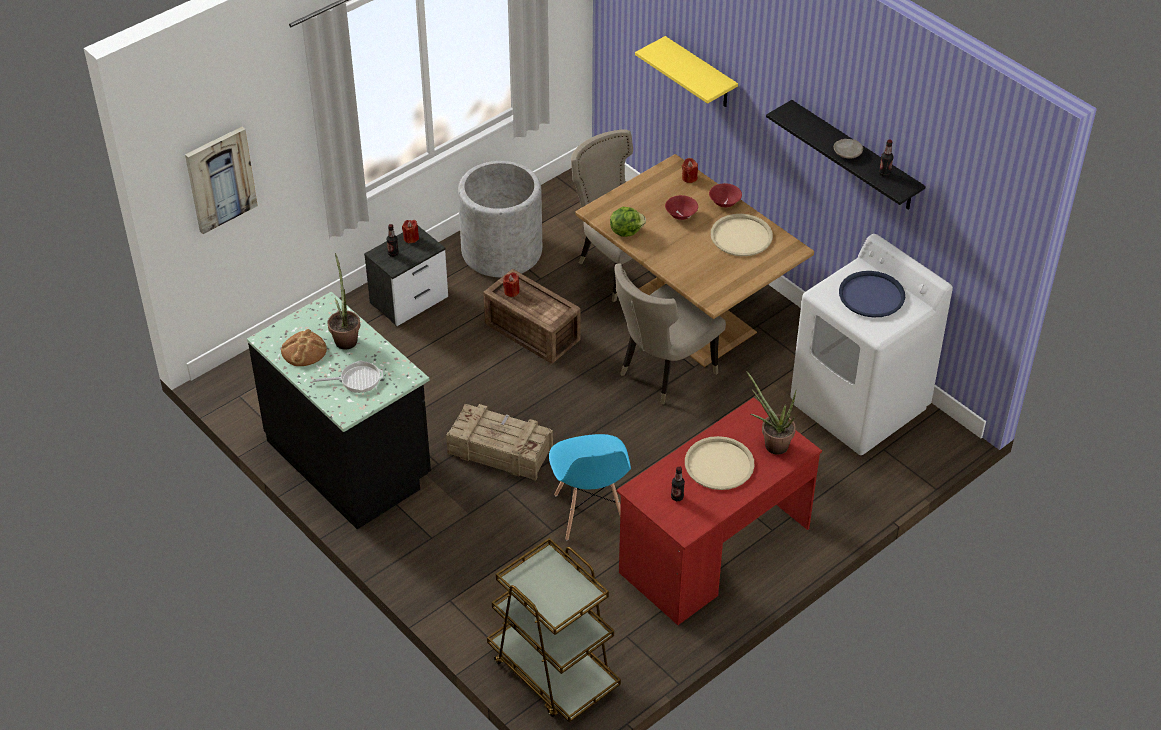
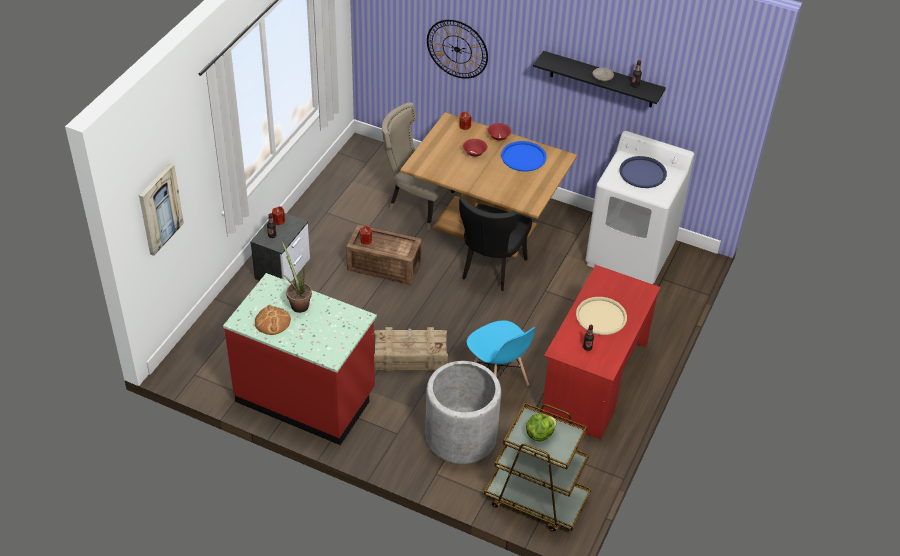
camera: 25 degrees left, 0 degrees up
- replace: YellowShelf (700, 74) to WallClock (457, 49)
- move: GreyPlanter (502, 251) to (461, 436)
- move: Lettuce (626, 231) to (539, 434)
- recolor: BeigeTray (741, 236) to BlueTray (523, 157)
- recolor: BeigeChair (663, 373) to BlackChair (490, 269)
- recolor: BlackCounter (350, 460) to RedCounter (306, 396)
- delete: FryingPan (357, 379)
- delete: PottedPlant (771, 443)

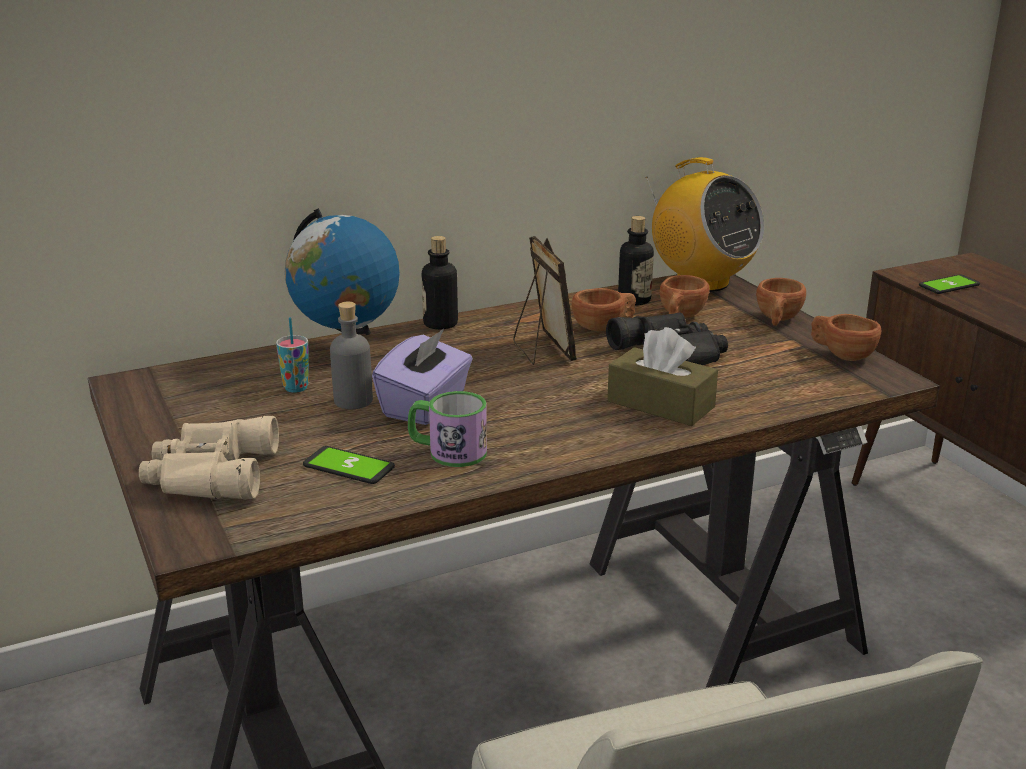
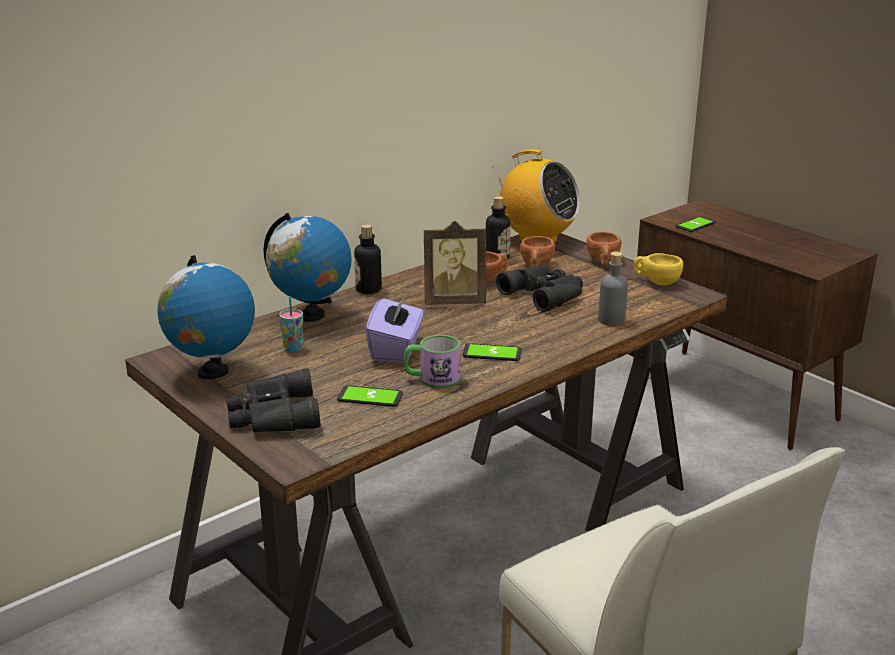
camera: 15 degrees left, 0 degrees up
- rotate: PictureFrame (542, 351) = (454, 301) 120 degrees clockwise
- move: GreyBottle (353, 400) to (611, 320)
- recolor: BrownCup (841, 354) to YellowCup (656, 281)
- delete: BrownTissueBox (660, 404)
- recolor: BeigeBinoculars (208, 474) to BlackBinoculars (272, 415)
- insert: Globe (212, 372)
- insert: Phone (492, 353)

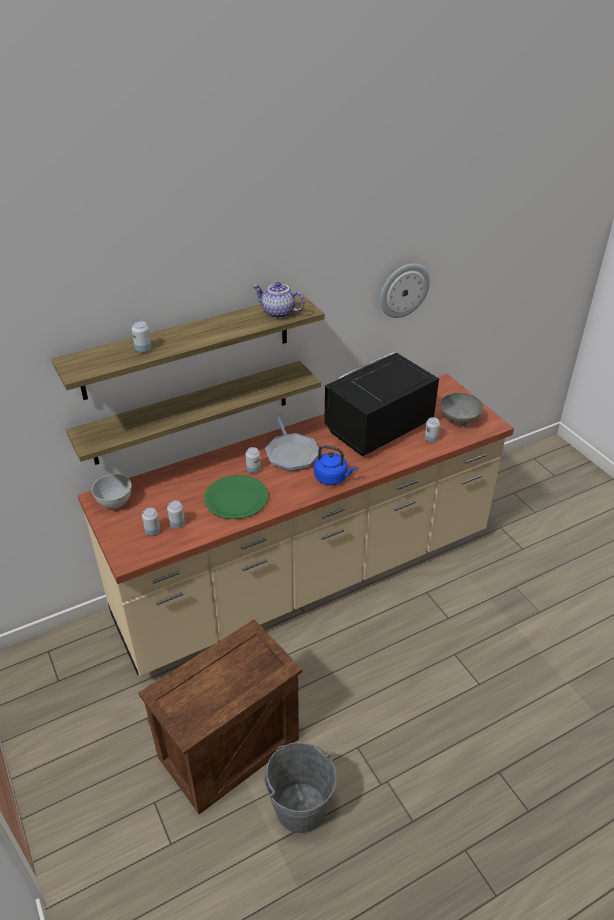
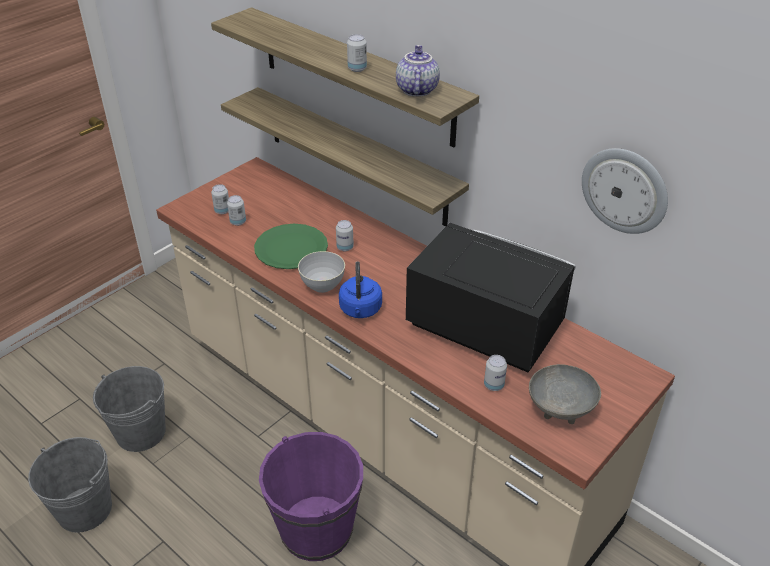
camera: 70 degrees right, 0 degrees up
- move: Can (143, 349) to (357, 69)
- delete: FryingPan (291, 454)
- move: GreyBowl (114, 502) to (322, 285)
- replace: Crate (228, 750) to GreyBucket (140, 432)
- insert: PurpleBucket (316, 529)

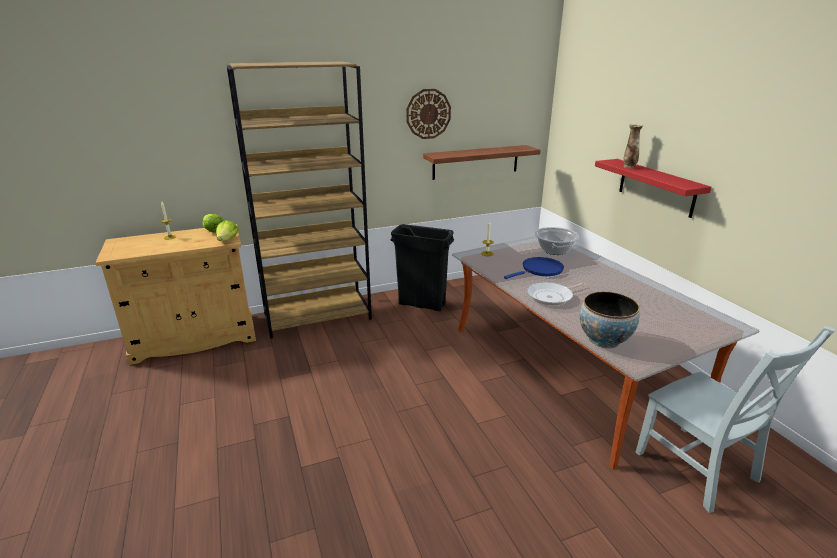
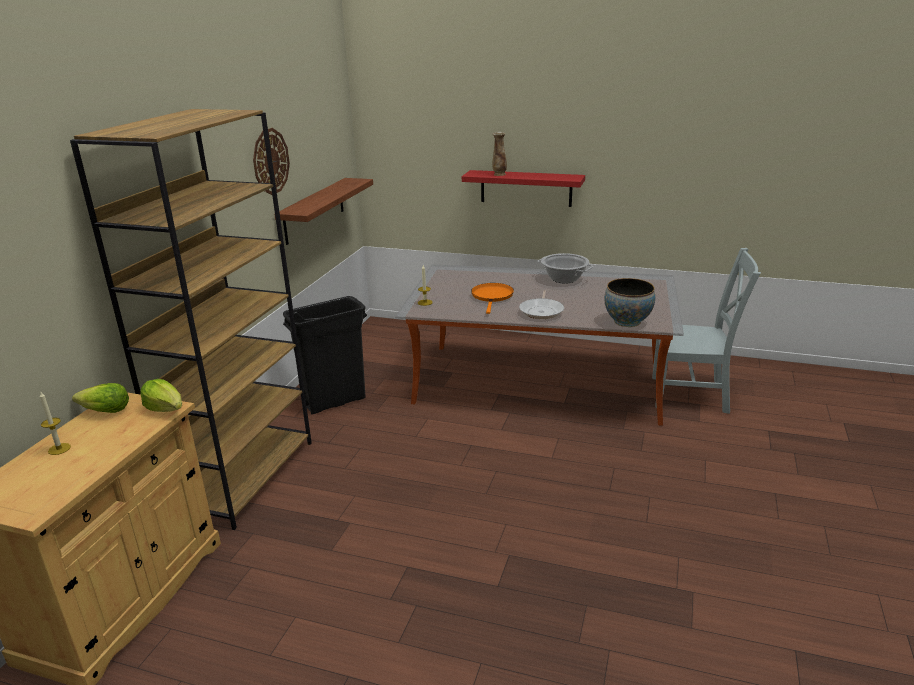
camera: 50 degrees left, 0 degrees up
- move: CookingPot (554, 250) to (564, 279)
- recolor: BlueFryingPan (540, 270) to OrangeFryingPan (492, 296)

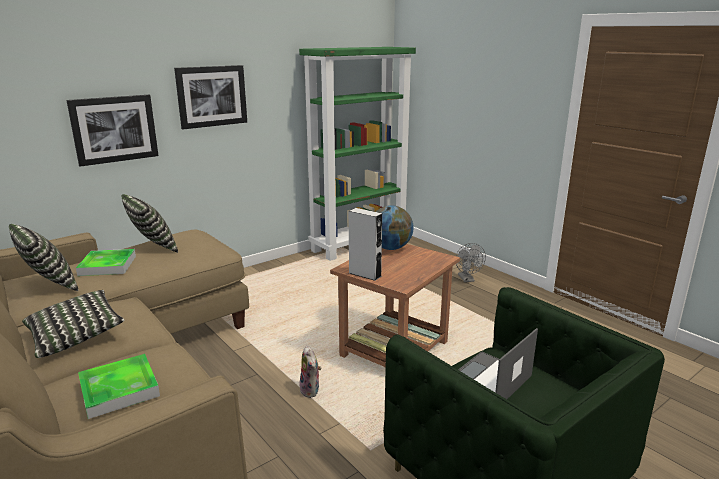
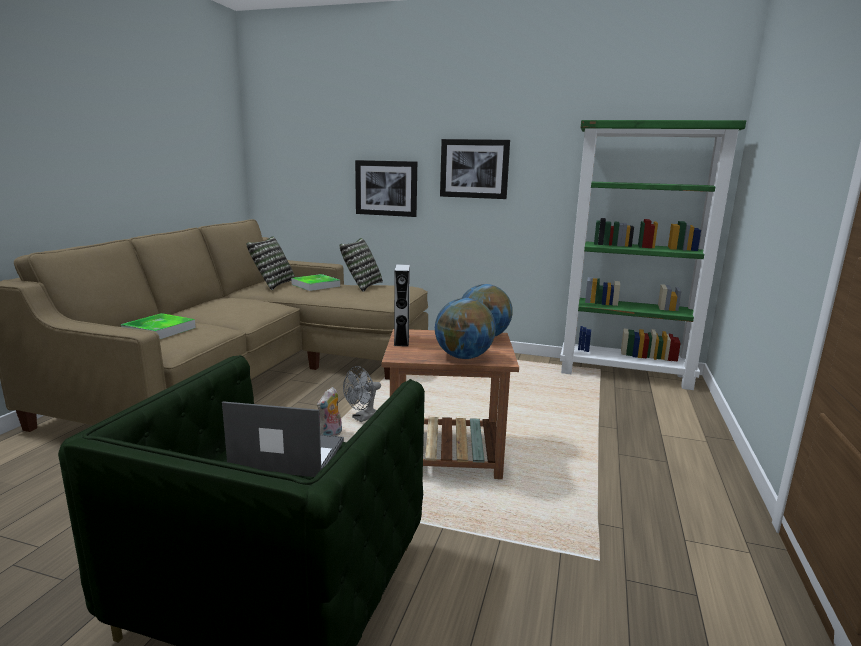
camera: 55 degrees right, 5 degrees down
- move: GreyFan (467, 279) to (363, 418)
- delete: Pillow (76, 336)
- insert: Globe (463, 357)

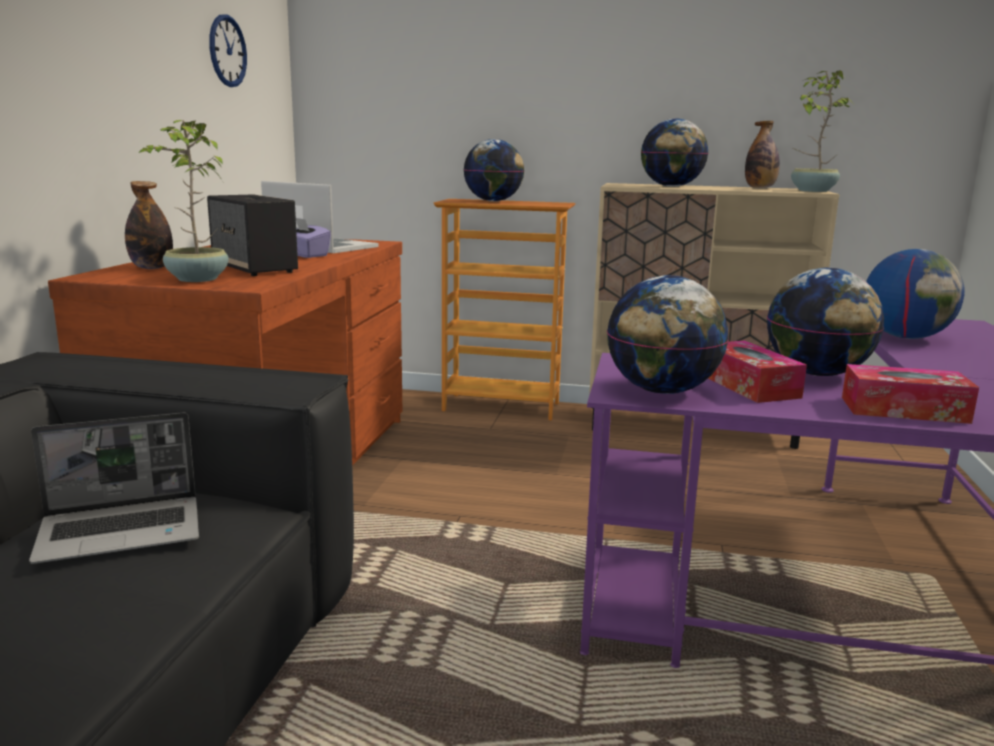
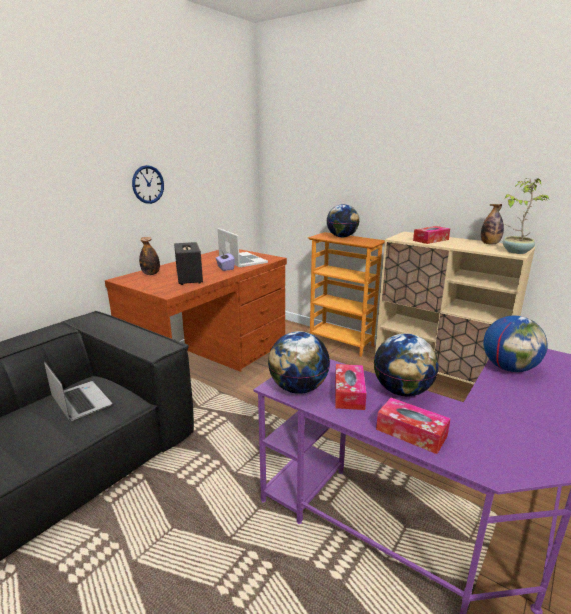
camera: 25 degrees right, 5 degrees up
- move: WallClock (227, 51) to (148, 184)
- replace: Globe (671, 186) to TissueBox (431, 240)
- delete: PottedPlant (196, 279)
- rotate: Laptop (123, 531) = (80, 402) 135 degrees counterclockwise

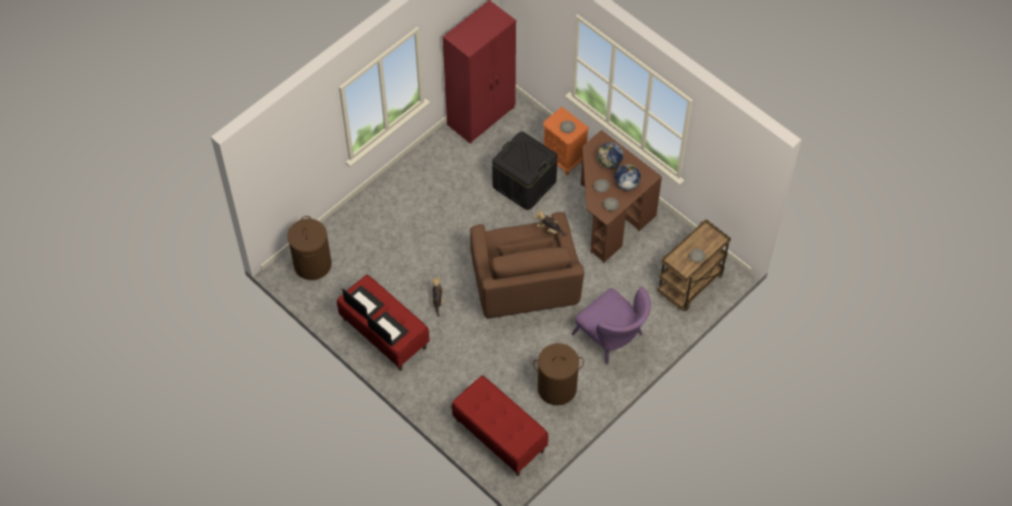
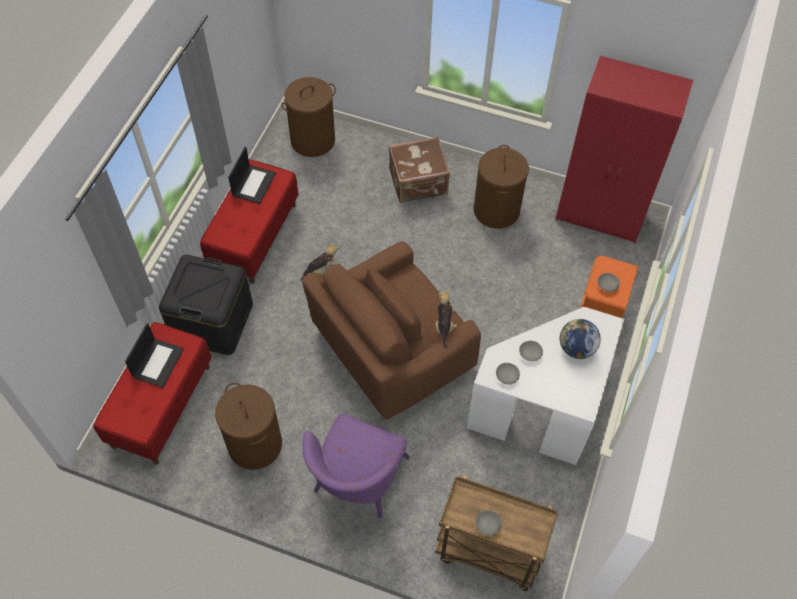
camera: 65 degrees right, 0 degrees up
- recolor: BrownDesk (609, 215) to WhiteDesk (543, 407)
- move: BlackStorageBox (524, 184) to (212, 322)
- delete: Globe (626, 184)
- move: Laptop (387, 329) to (158, 362)
- insert: BrownSuitcase (419, 183)
- insert: BrownLaundryBasket (496, 210)

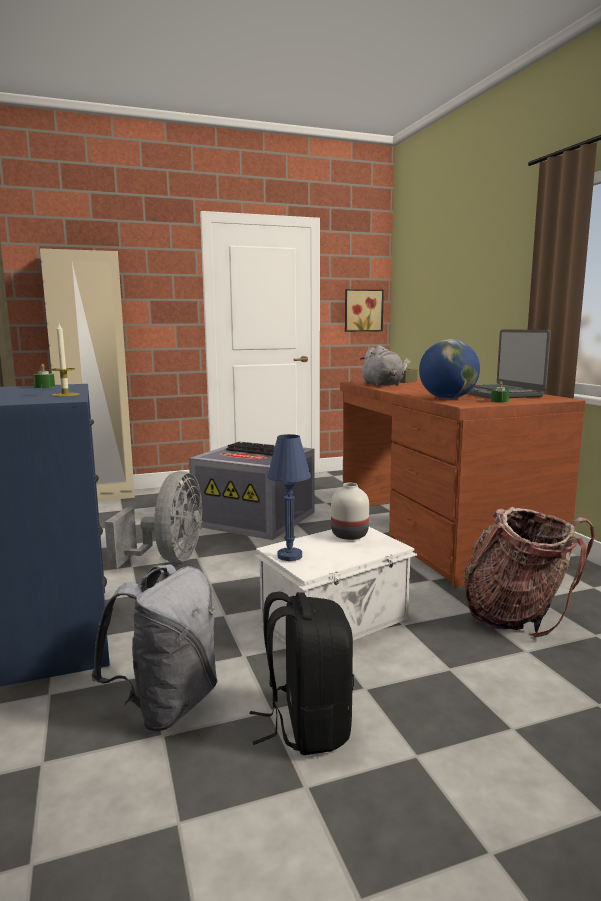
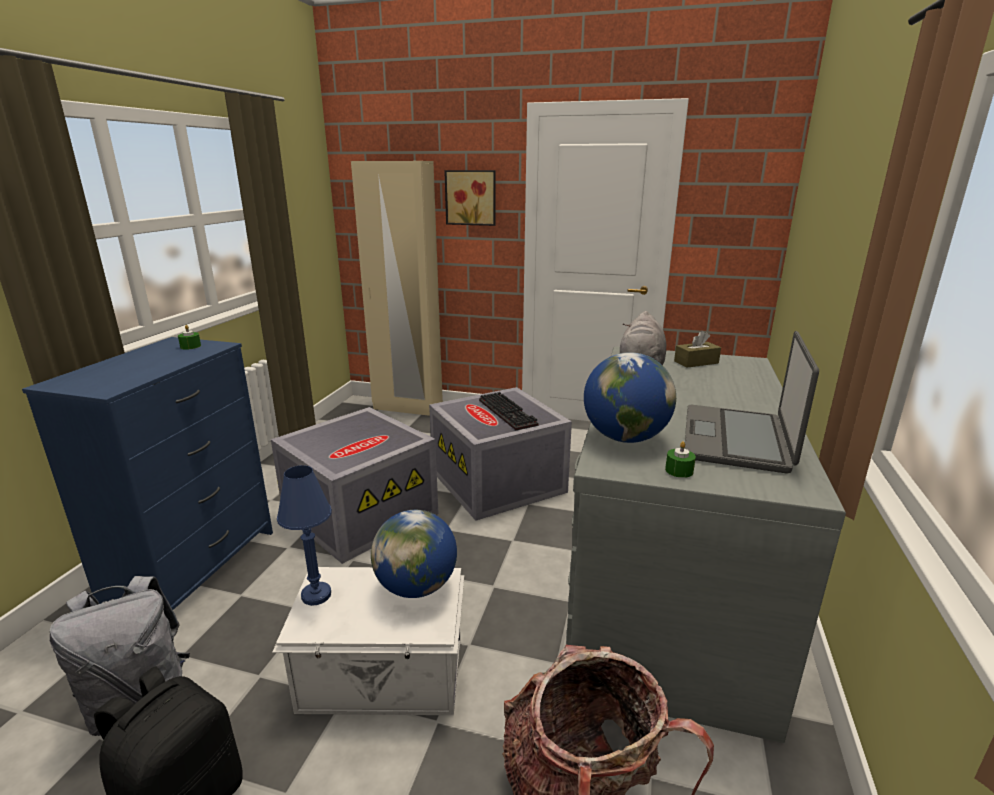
camera: 35 degrees right, 10 degrees up
- move: Picture (362, 310) to (471, 197)
- delete: Candle (65, 395)
- recolor: BrownDesk (438, 534) to GreyDesk (667, 587)
- replace: GreyFan (169, 559) to GreyStorageBox (361, 512)
- replace: WhiteVase (349, 535) to Globe (416, 587)

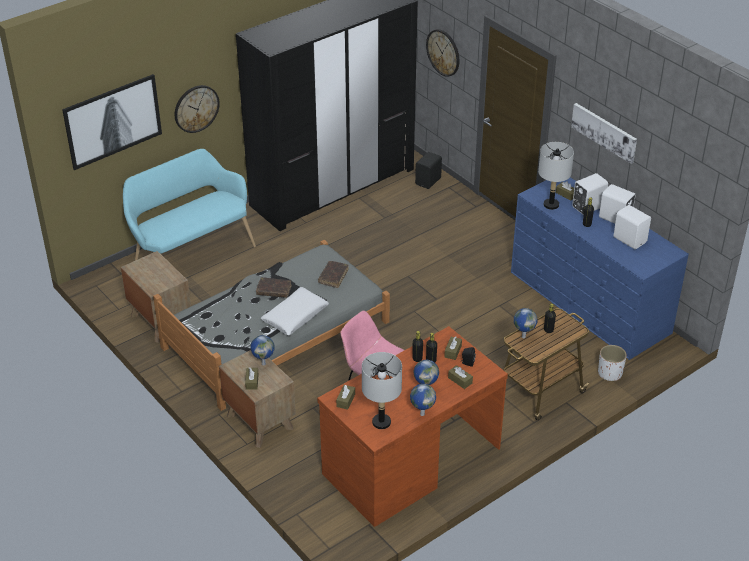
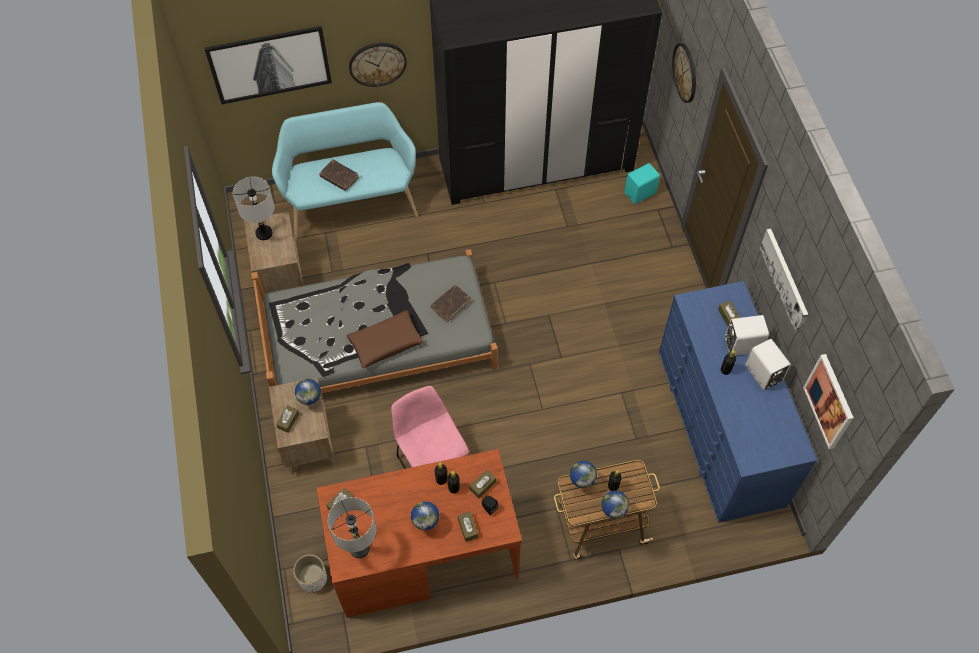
camera: 25 degrees right, 20 degrees up
- move: GreyTableLamp (551, 205) to (264, 233)
- recolor: BlackSpeaker (429, 181) to TurquoiseSpeaker (641, 193)
- delete: WhiteSpeaker (630, 239)
- move: BrownBook (274, 291) to (339, 178)
- recolor: WhitePillow (295, 316) to BrownPillow (385, 342)
- move: WhitePlanter (609, 373) to (312, 579)
- move: Globe (422, 414) to (612, 513)
- insert: Picture (829, 401)

